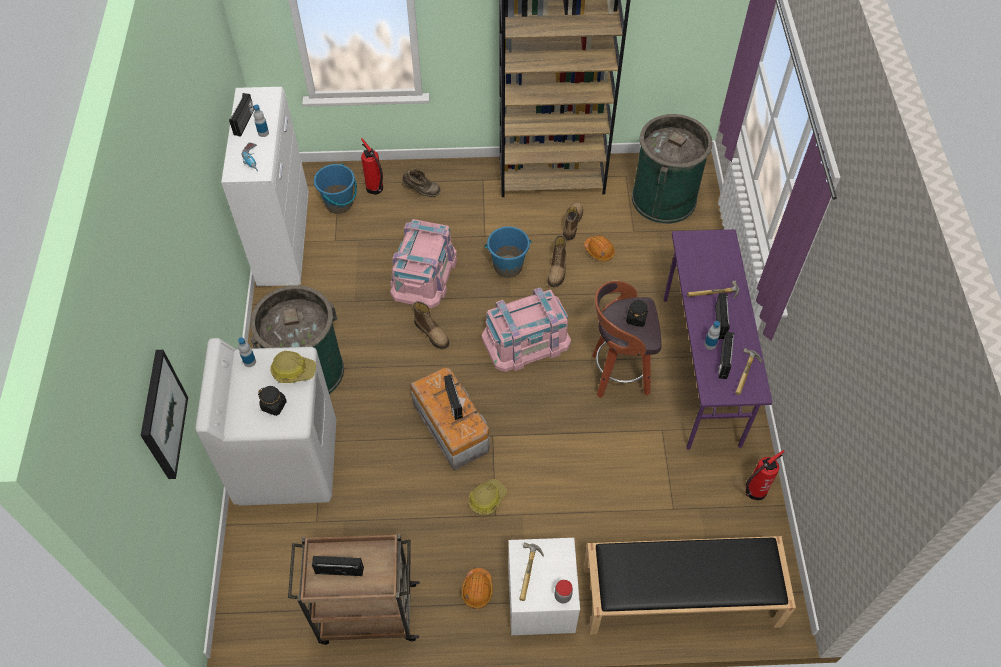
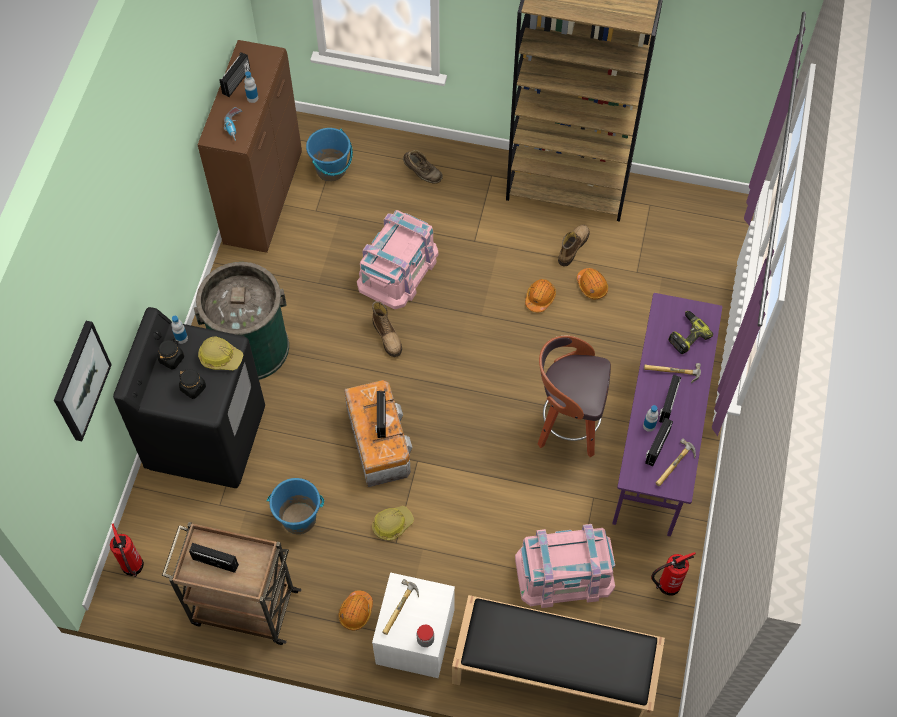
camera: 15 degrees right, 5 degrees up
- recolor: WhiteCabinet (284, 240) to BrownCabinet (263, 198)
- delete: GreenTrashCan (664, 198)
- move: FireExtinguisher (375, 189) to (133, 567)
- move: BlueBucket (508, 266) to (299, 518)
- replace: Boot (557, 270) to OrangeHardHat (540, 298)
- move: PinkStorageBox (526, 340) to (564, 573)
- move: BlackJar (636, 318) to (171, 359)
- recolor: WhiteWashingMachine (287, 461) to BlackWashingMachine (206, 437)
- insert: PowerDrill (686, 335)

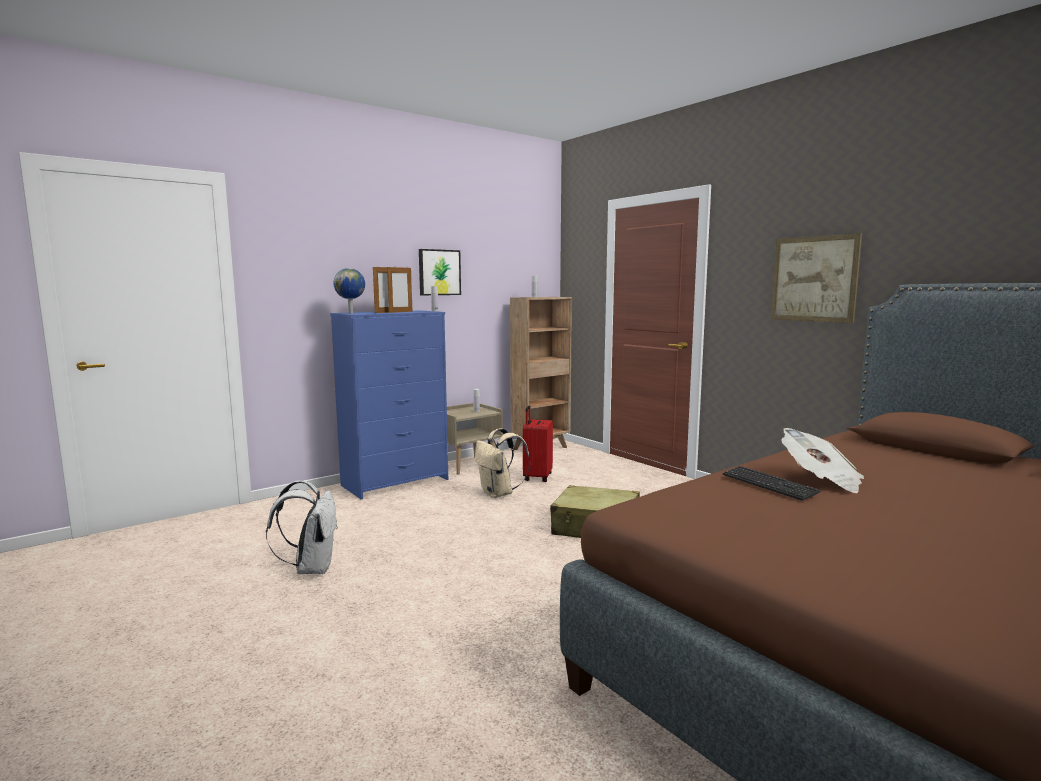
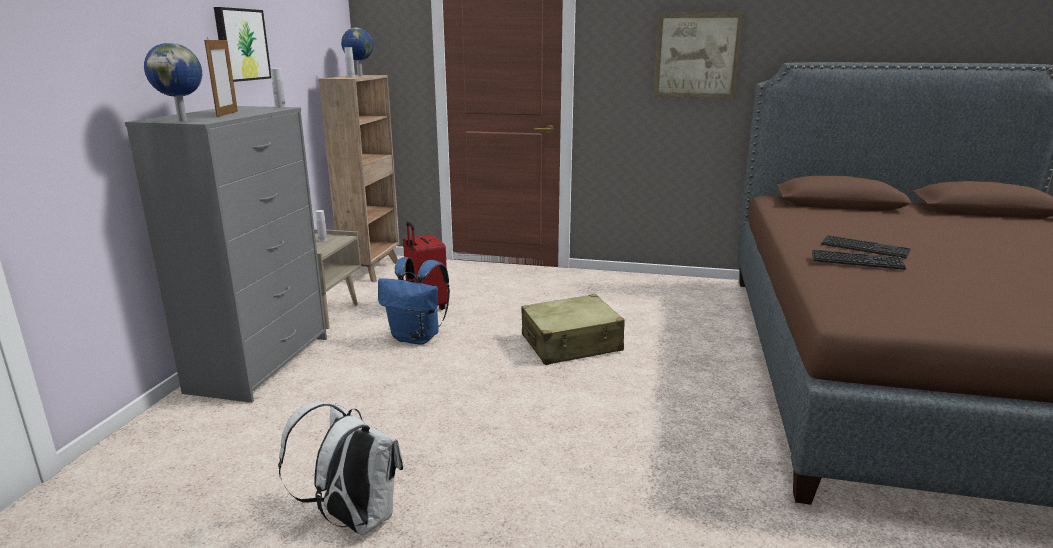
camera: 40 degrees left, 10 degrees up
- delete: PictureFrame (400, 312)
- recolor: BlueDresser (396, 482) to GreyDresser (261, 363)
- recolor: BeigeBackpack (499, 493) to BlueBackpack (417, 338)
- replace: Newspaper (821, 480) to Keyboard (864, 248)
- insert: Globe (359, 75)

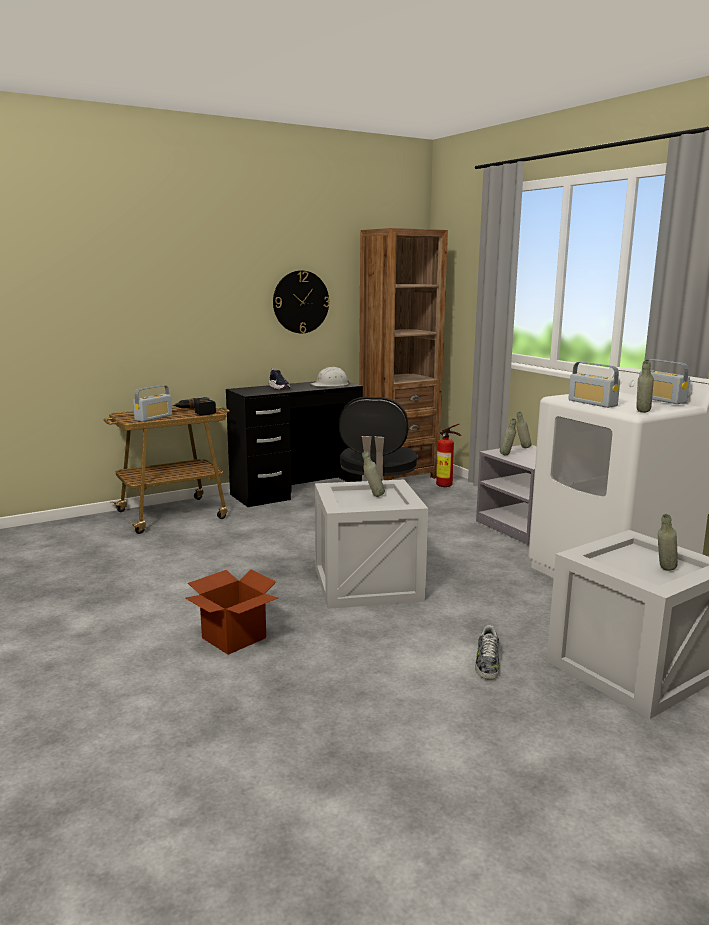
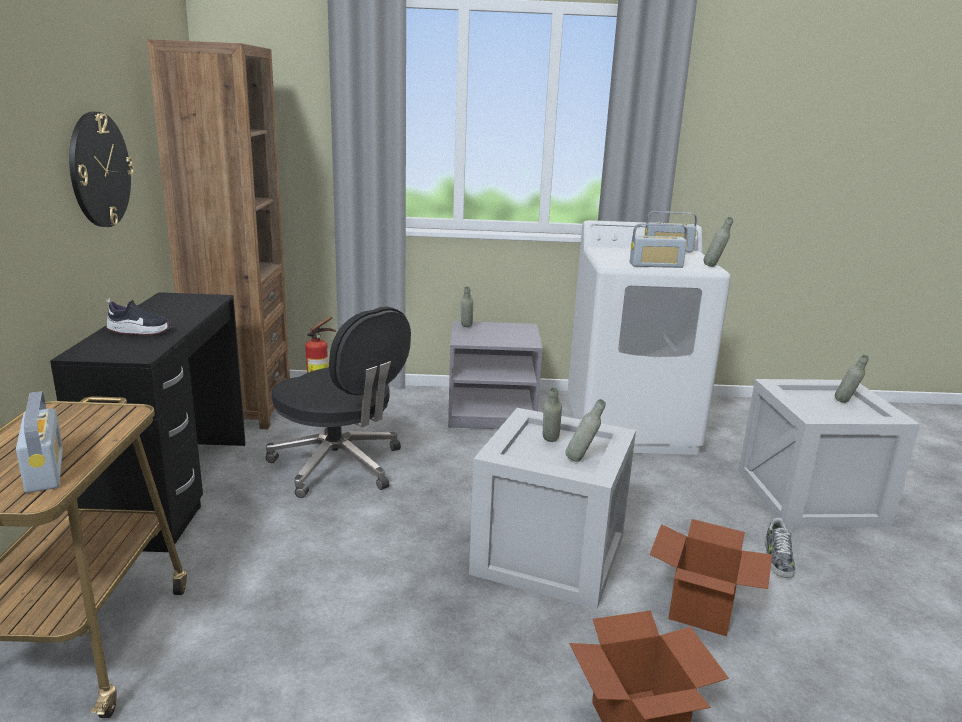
camera: 60 degrees left, 5 degrees up
- delete: WhiteHardHat (330, 384)
- delete: PowerDrill (196, 412)
- move: GreyBottle (507, 455) to (582, 460)
- rotate: Shoe (487, 663) = (777, 558) 60 degrees clockwise
- insert: CardboardBox (701, 609)

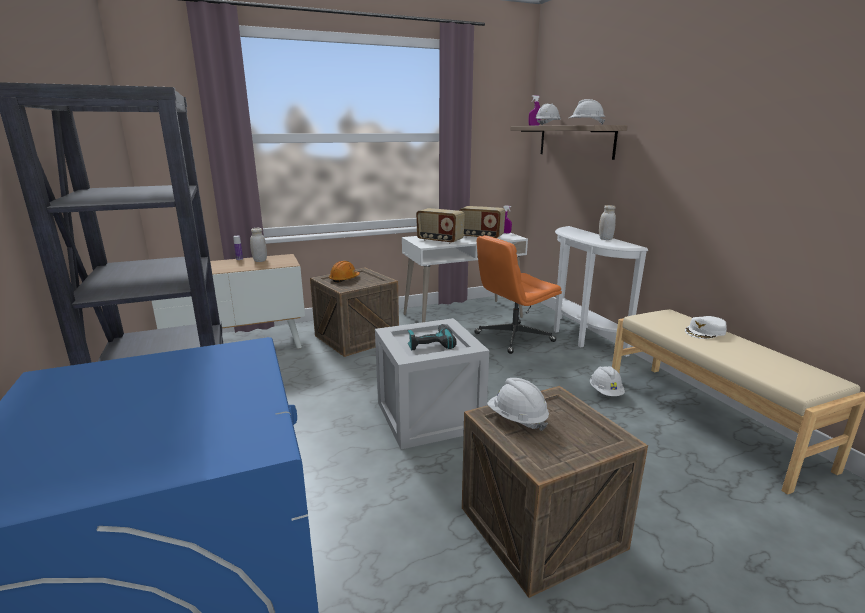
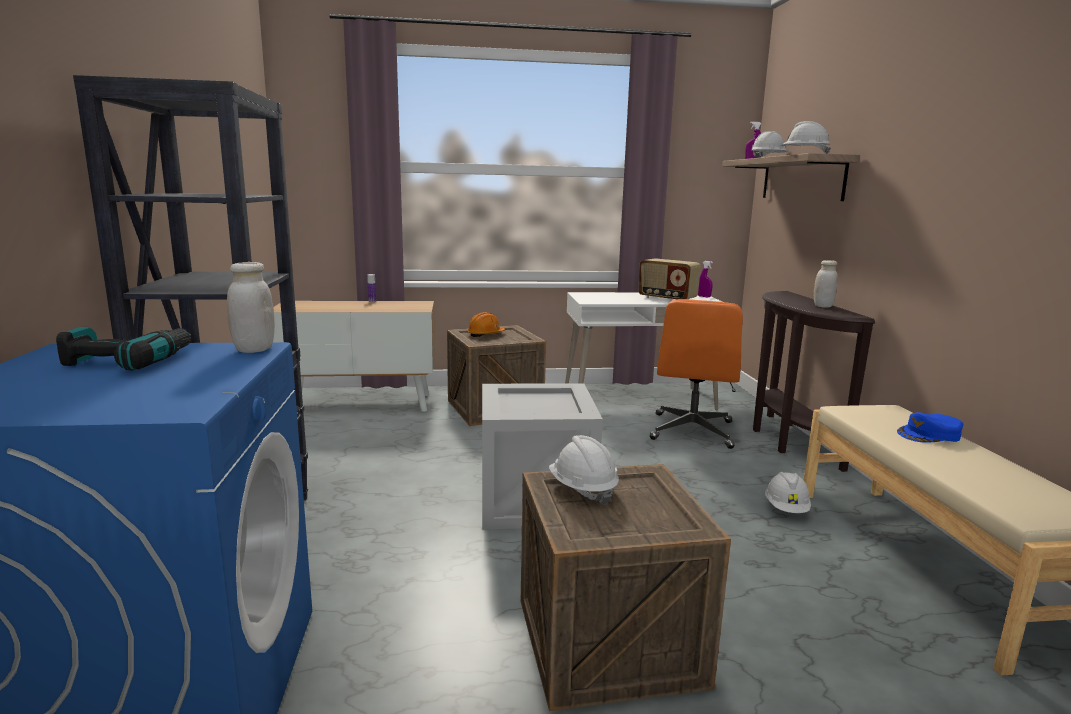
camera: 15 degrees right, 5 degrees down
- delete: Radio (439, 240)
- recolor: WhiteConsoleTable (580, 337) to BrownConsoleTable (787, 441)
- move: WhiteJar (260, 260) to (254, 349)
- rotate: OrangeOfficeChair (513, 338) = (692, 431) 60 degrees counterclockwise
- recolor: WhiteCap (705, 332) to BlueCap (929, 435)
- move: PowerDrill (430, 343) to (128, 361)

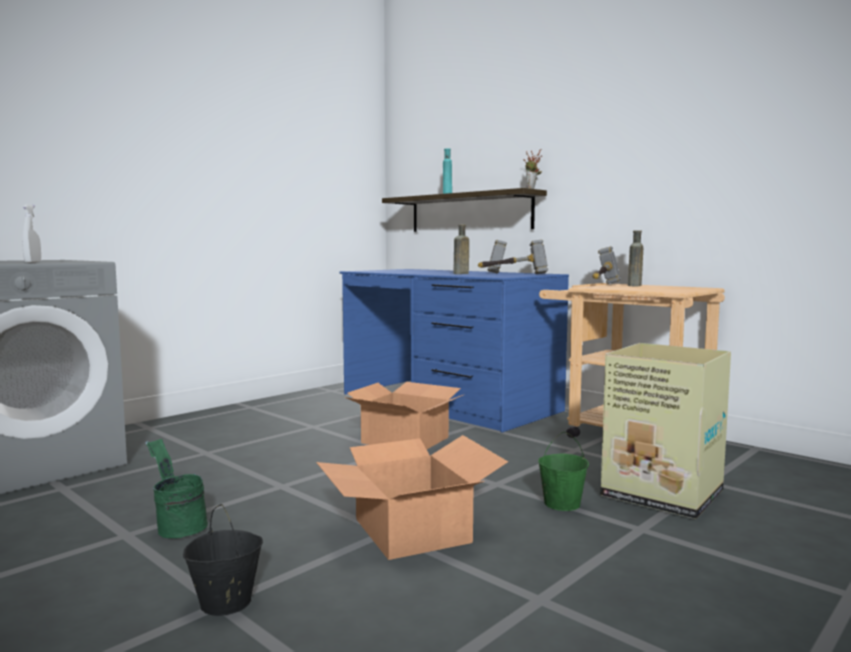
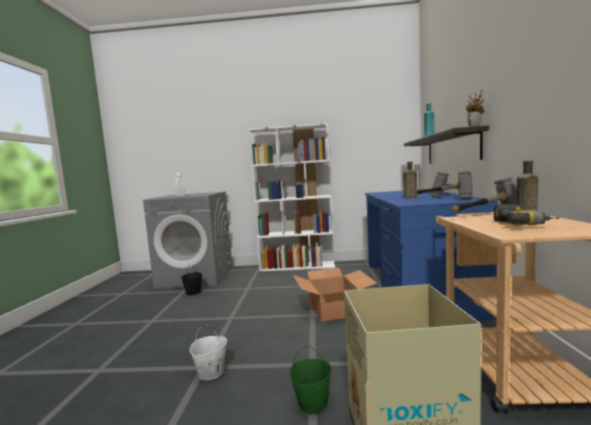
camera: 50 degrees right, 0 degrees up
- replace: CardboardBox (410, 531) to WhiteBucket (211, 373)
- delete: GreenBucket (177, 526)
- move: BlackBucket (225, 603) to (193, 292)
- insert: WhiteBookcase (298, 266)
- insert: PowerDrill (524, 225)

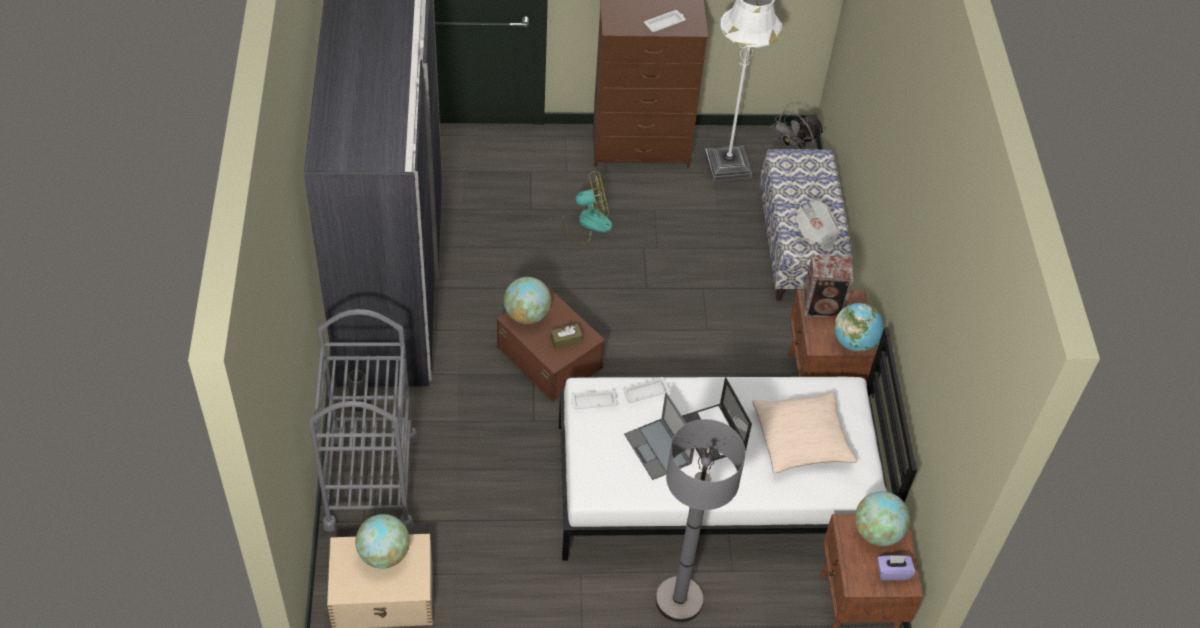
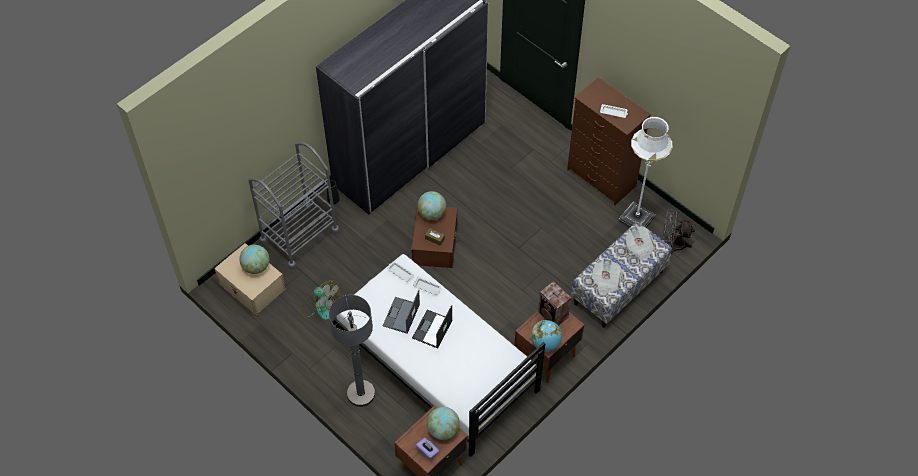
camera: 50 degrees right, 5 degrees up
- move: Fan (586, 222) to (320, 306)
- delete: BeigePillow (801, 439)
- insert: Newspaper (639, 247)

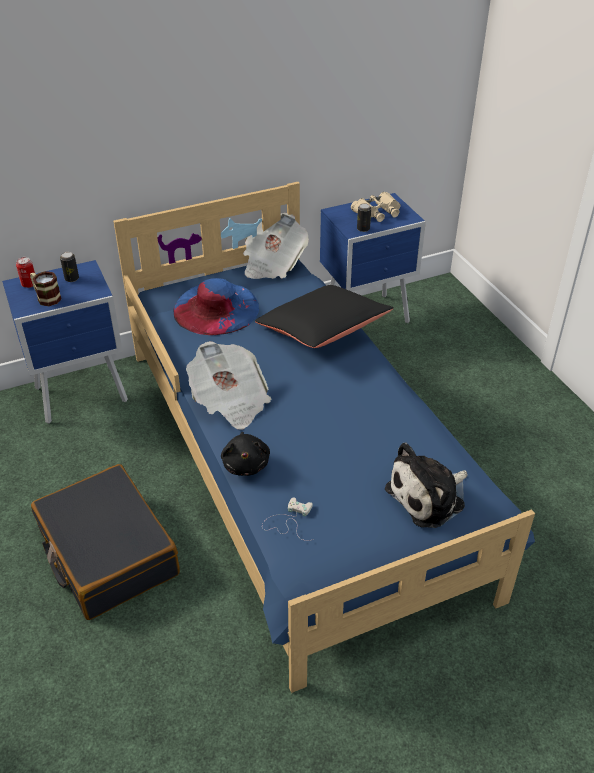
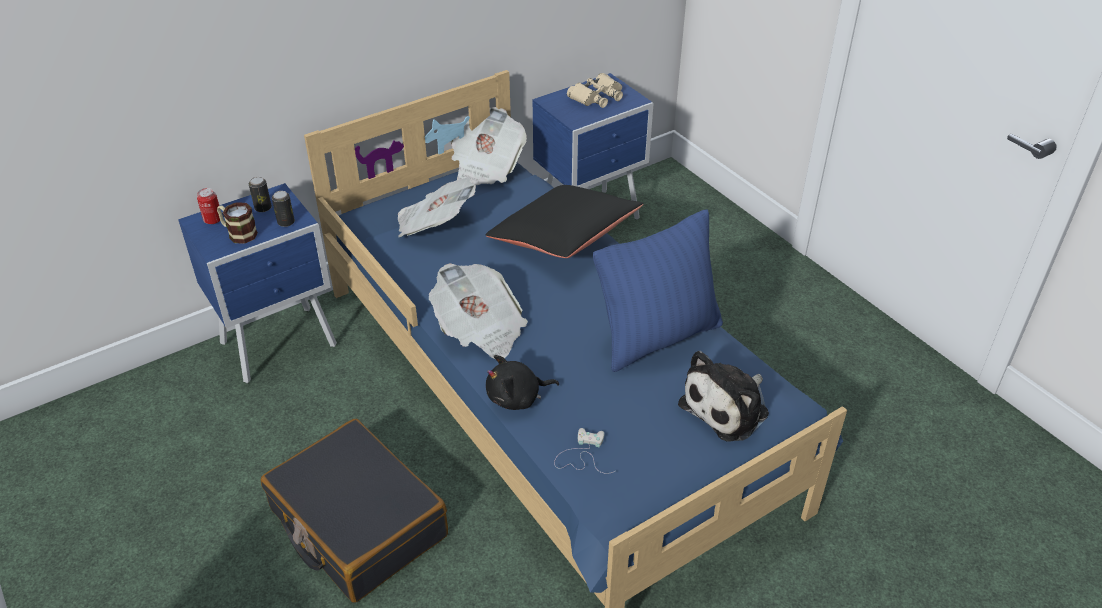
camera: 10 degrees left, 0 degrees up
- move: Can (363, 229) to (286, 222)
- replace: BlueHat (216, 308) to Newspaper (435, 225)
- rotate: BlackPlushToy (246, 464) = (517, 398) 90 degrees clockwise
- insert: BluePillow (657, 337)

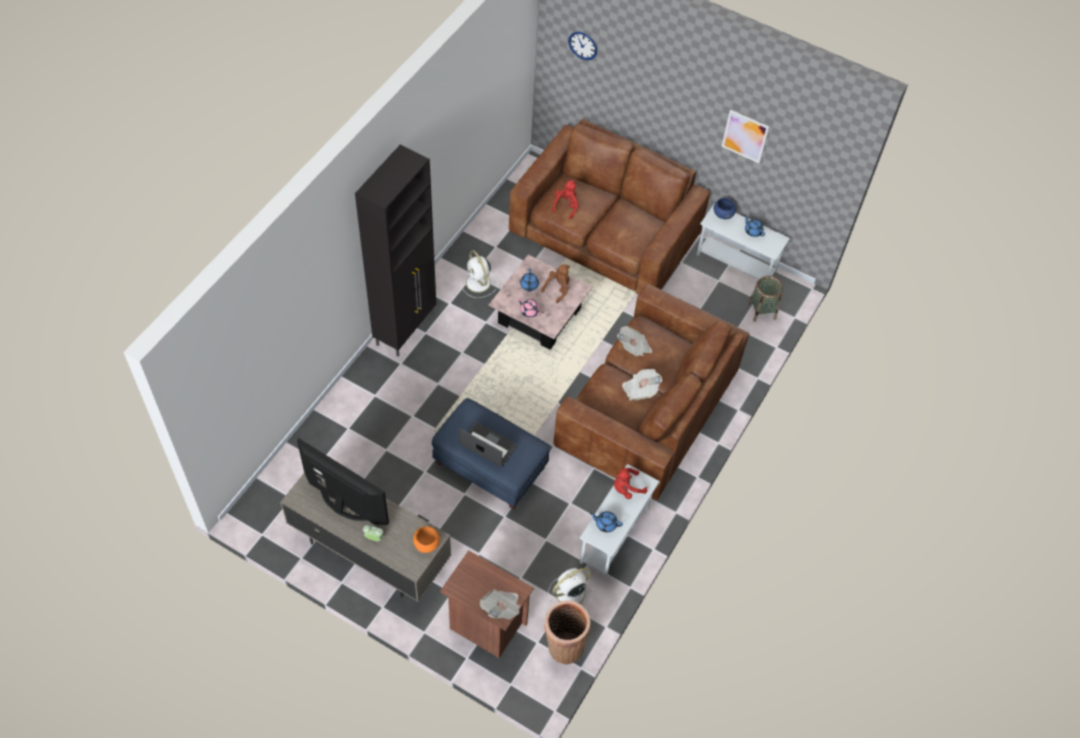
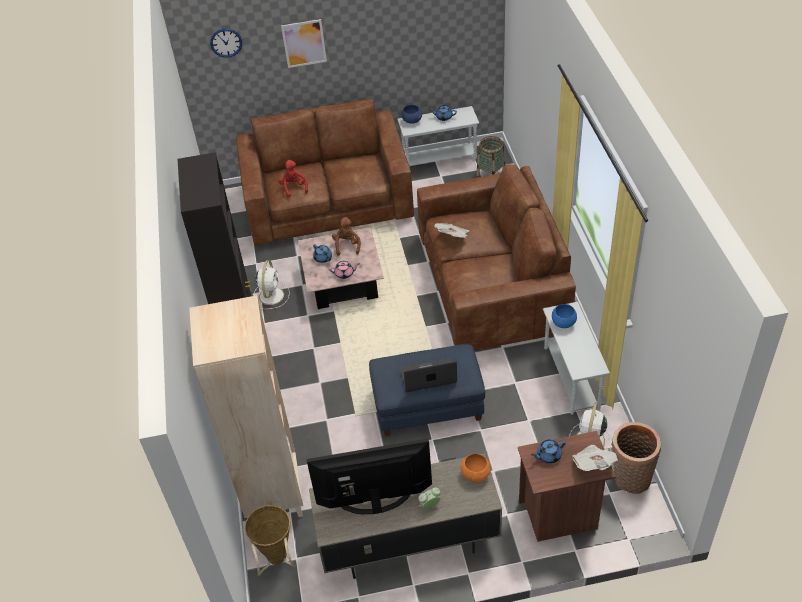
camera: 35 degrees left, 10 degrees down
- move: Picture (745, 136) to (304, 43)
- rotate: WhiteFan (478, 283) = (271, 295) 105 degrees counterclockwise
- delete: Newspaper (640, 390)
- replace: RedPlushToy (627, 488) to BlueBowl (563, 323)
- move: BlueTeapot (605, 524) to (548, 455)
- insert: BeigeBookcase (273, 494)
- insert: Basket (277, 561)

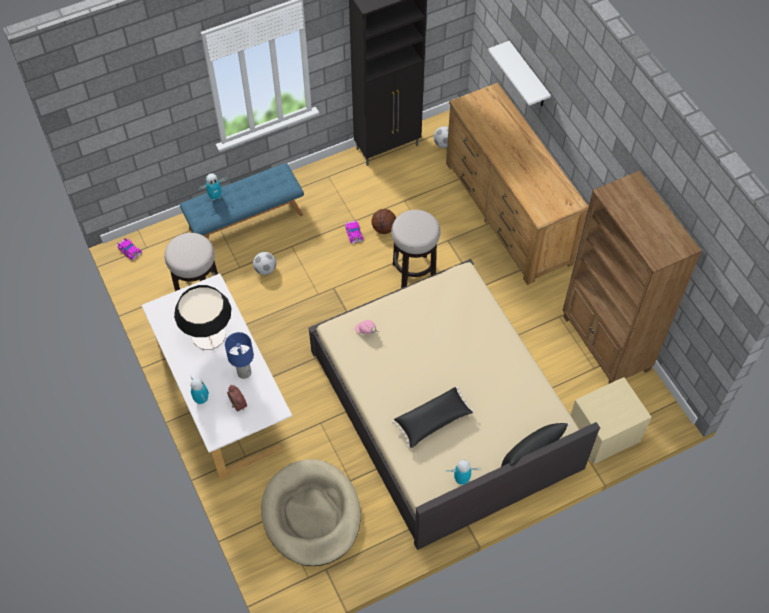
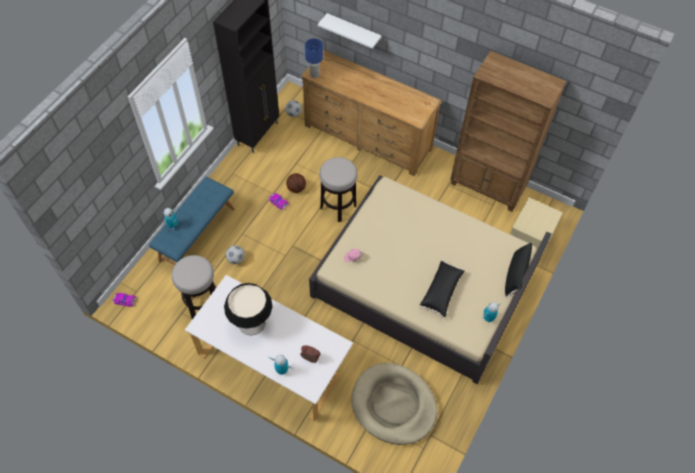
camera: 35 degrees left, 0 degrees up
- move: BlueTableLamp (244, 373) to (315, 74)

